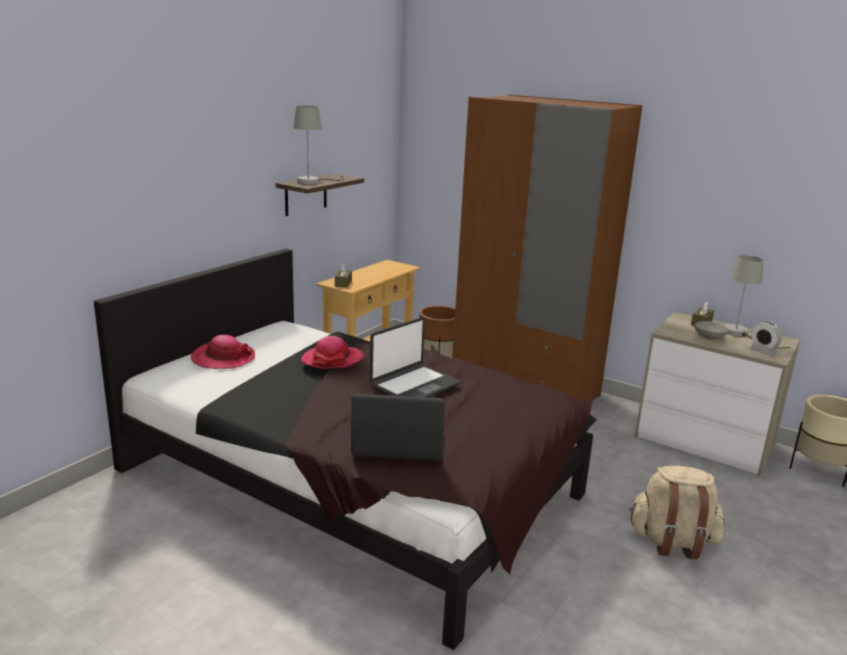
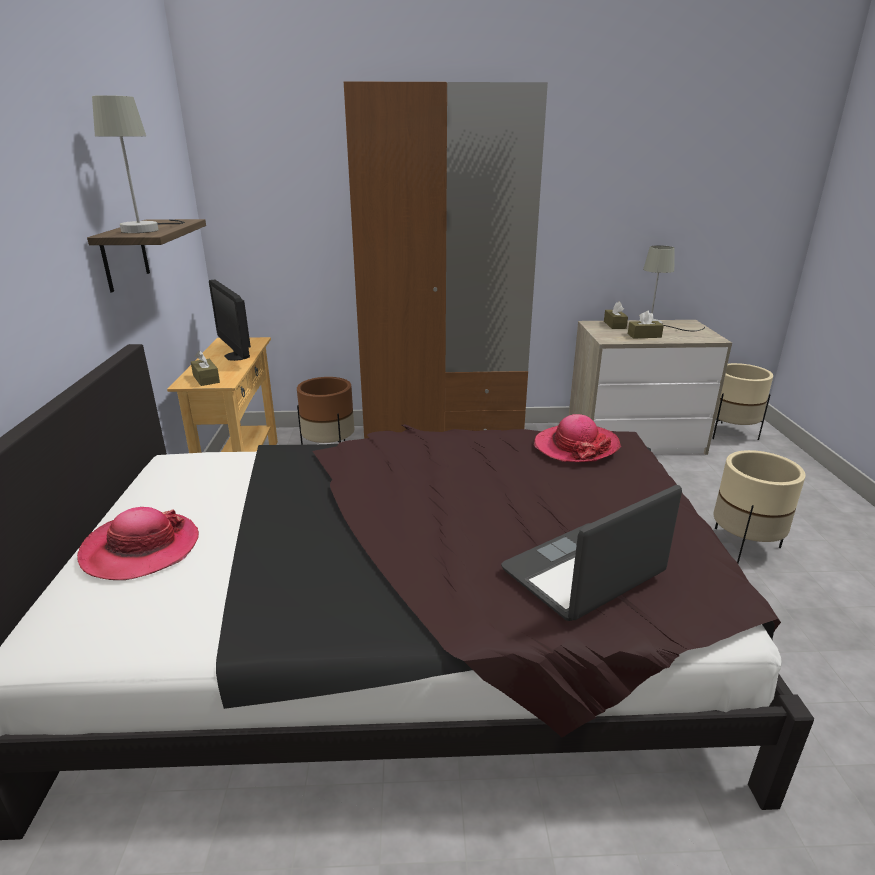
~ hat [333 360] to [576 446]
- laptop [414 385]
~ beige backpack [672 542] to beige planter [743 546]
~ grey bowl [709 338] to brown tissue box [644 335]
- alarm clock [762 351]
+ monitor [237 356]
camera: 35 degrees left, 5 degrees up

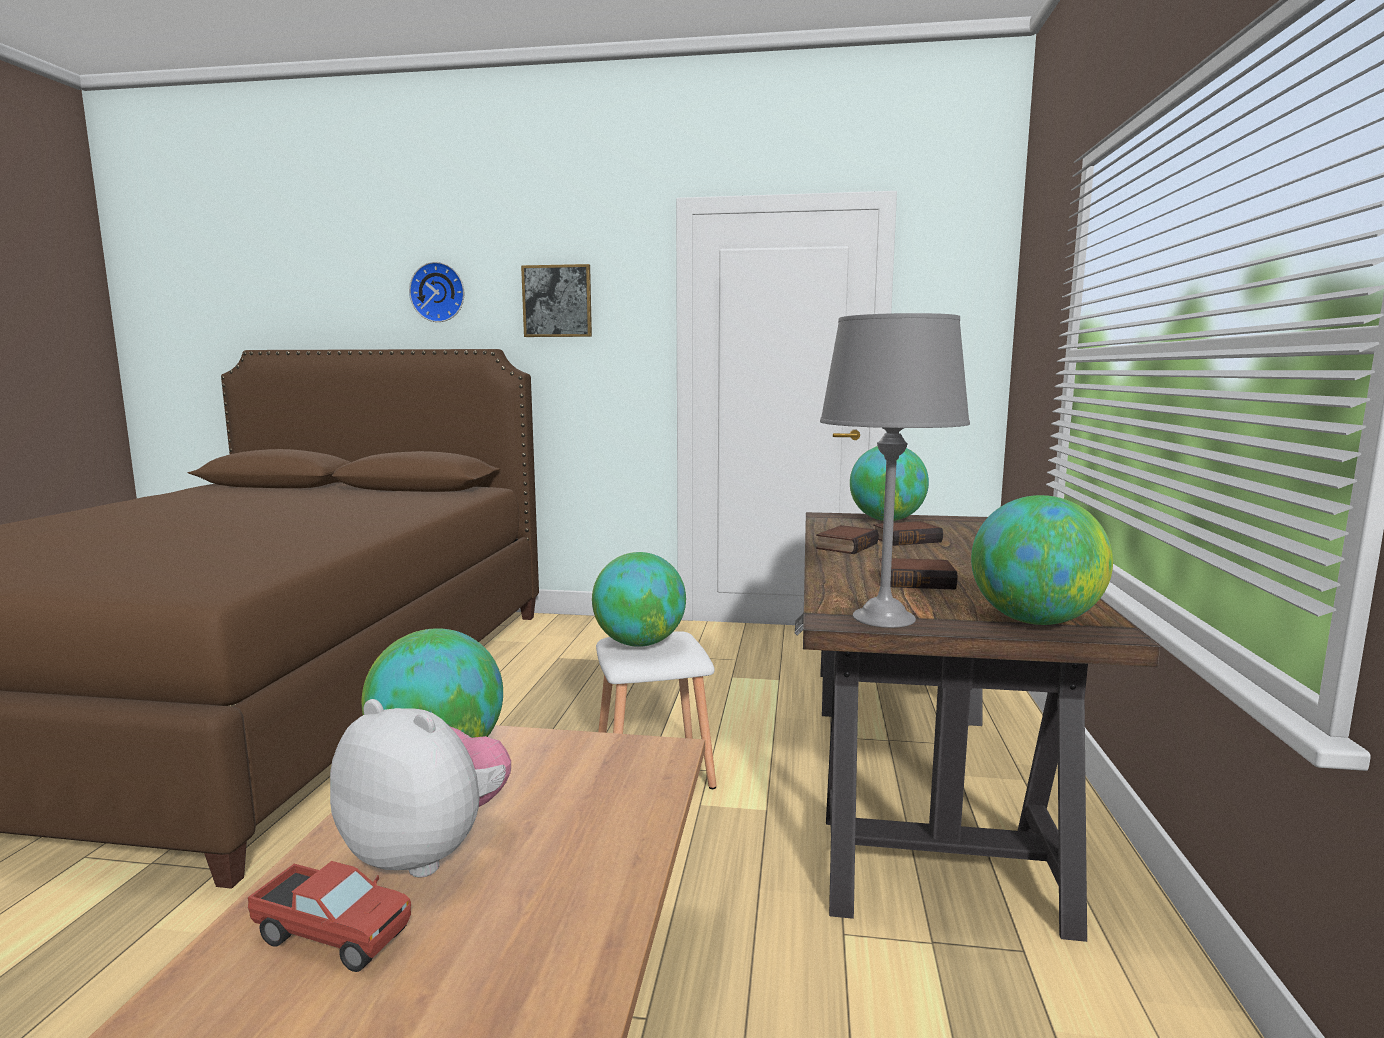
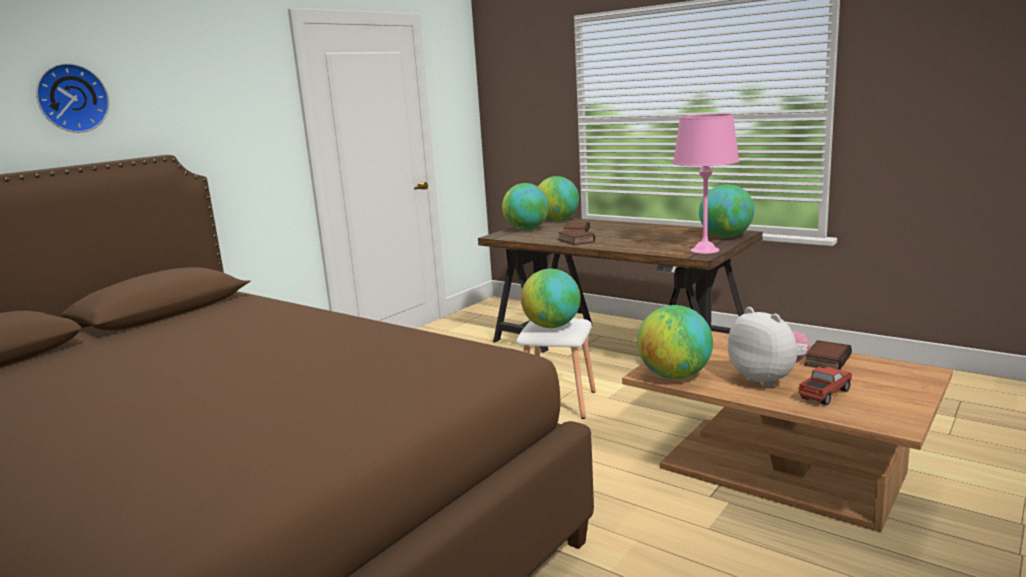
~ plush toy [428 851] = [767 379] 90 degrees clockwise
- picture [557 301]
~ grey table lamp [884 618] to pink table lamp [705 250]
~ book [917 581] to [826 360]
+ globe [557 220]
camera: 60 degrees left, 5 degrees up

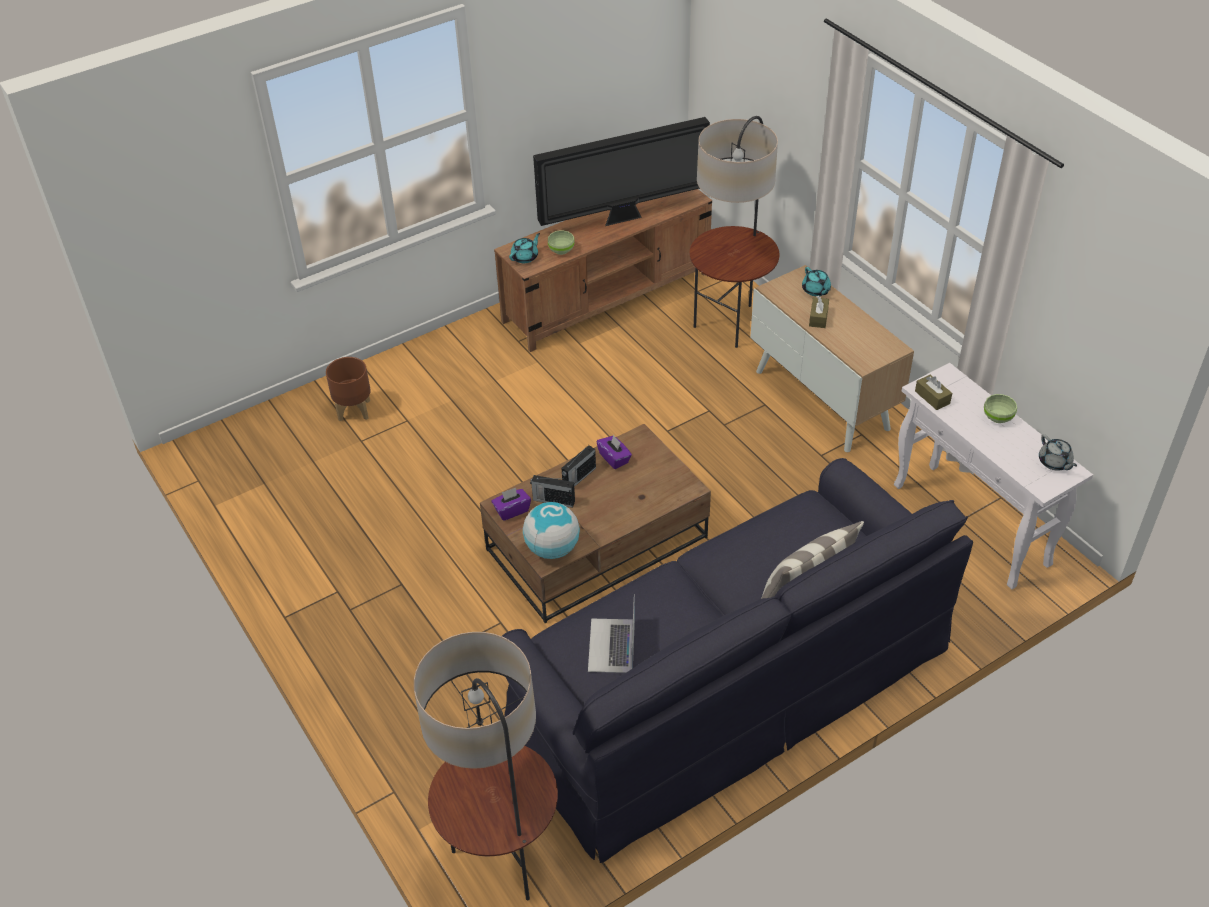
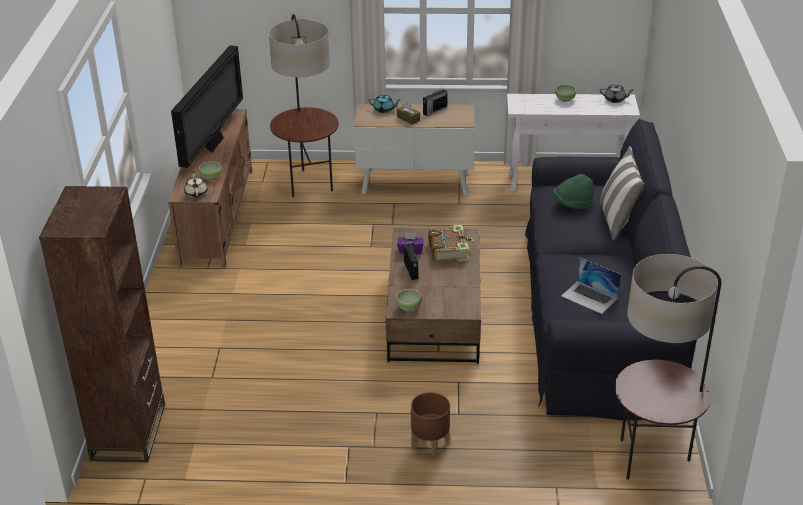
~ brown planter [354 410] to [429 444]
~ purple tissue box [512 510] to green bowl [409 307]
~ turquoise teapot [525 257] to beige teapot [196 193]
- globe [552 549]
~ radio [553 500] to [434 111]
- brown tissue box [932 397]
+ brown bookcase [129 432]
+ book [449 250]
+ green hat [573 204]
camera: 55 degrees left, 10 degrees down

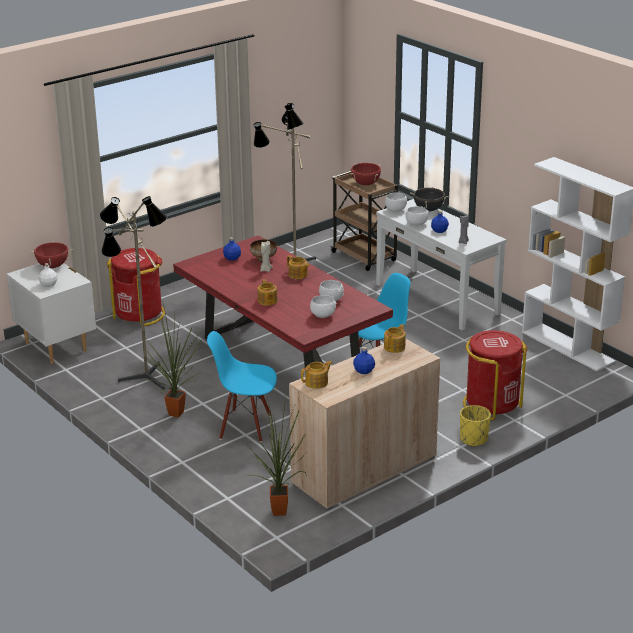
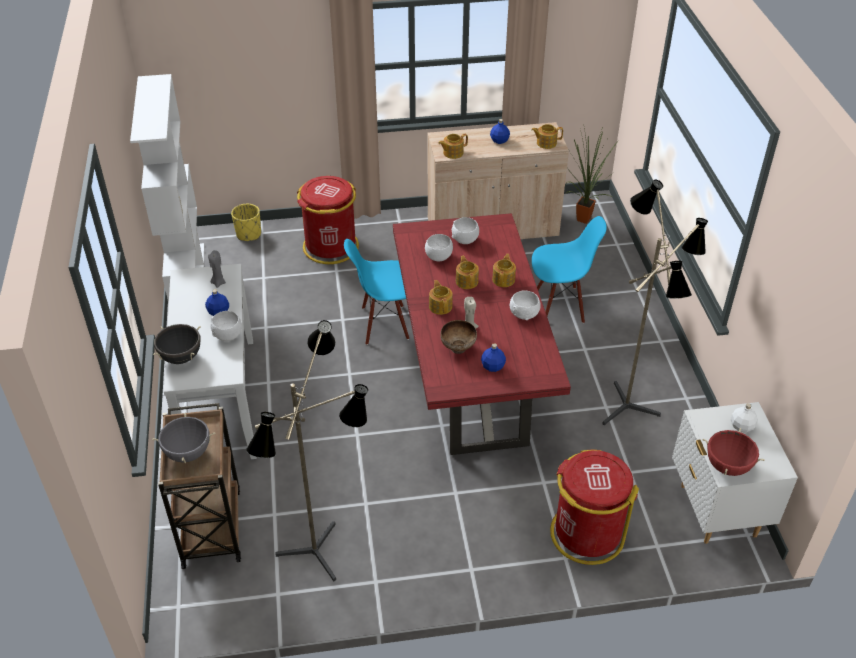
- potted plant [178 412]
~ blue chair [245 426] = [560 305] 45 degrees counterclockwise
~ red cooking pot [365 184] to grey cooking pot [188 453]
~ white bowl [395 210] to [524 314]
~ yellow planter [473 439] to [249 234]
+ teapot [467 281]
camera: 150 degrees left, 15 degrees up

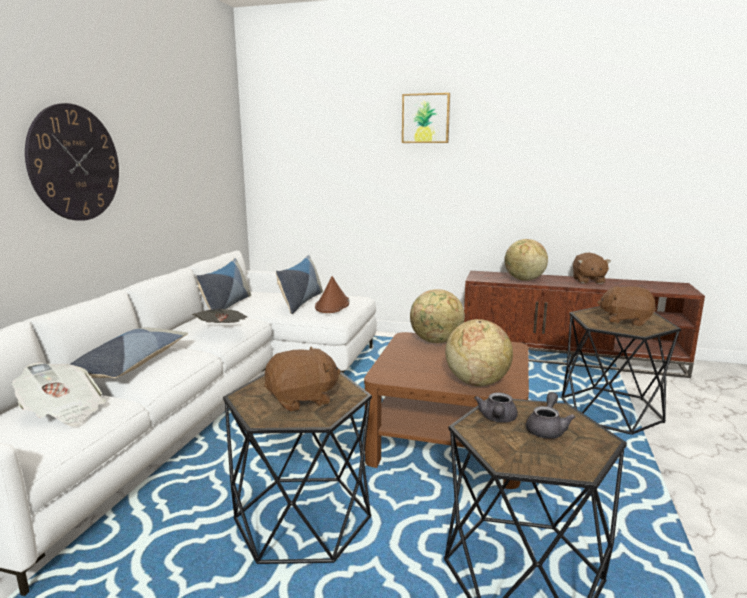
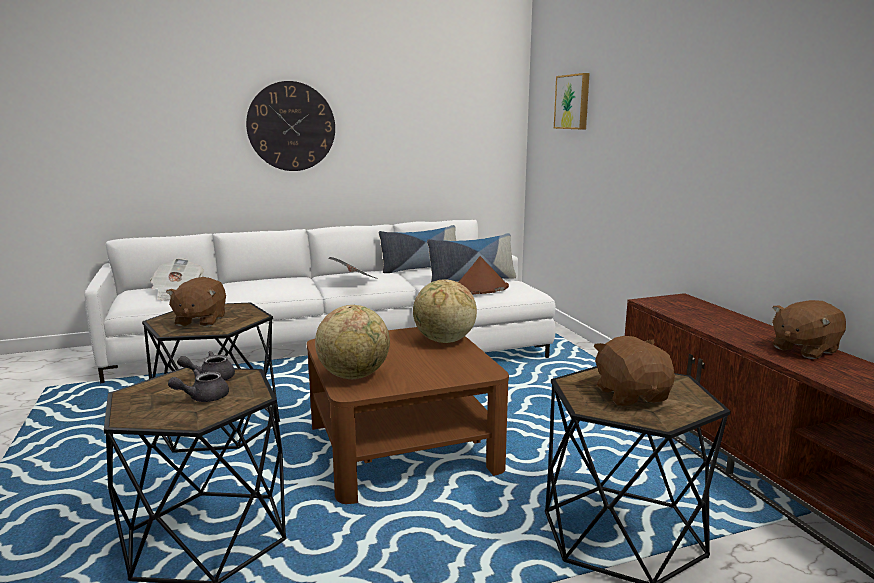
- pillow [130 364]
~ brown plush toy [302 399] = [200 321] 60 degrees clockwise
~ picture [426 118] to [573 102]
- globe [524 280]
~ grey teapot [547 429] = [203 398] 150 degrees clockwise
camera: 55 degrees right, 0 degrees up

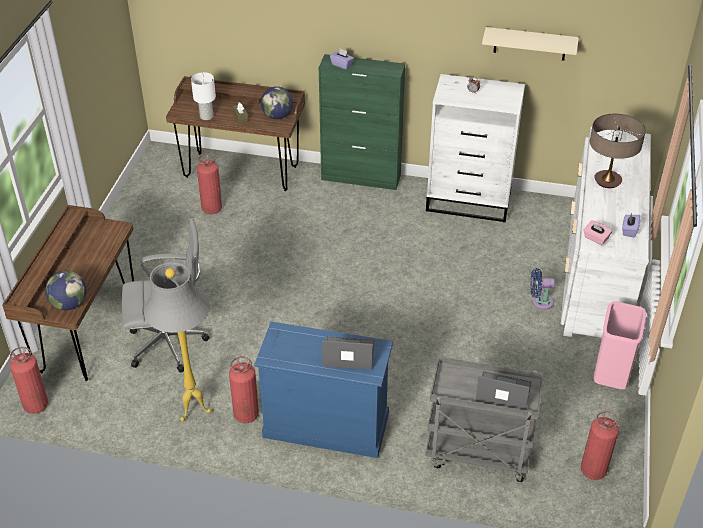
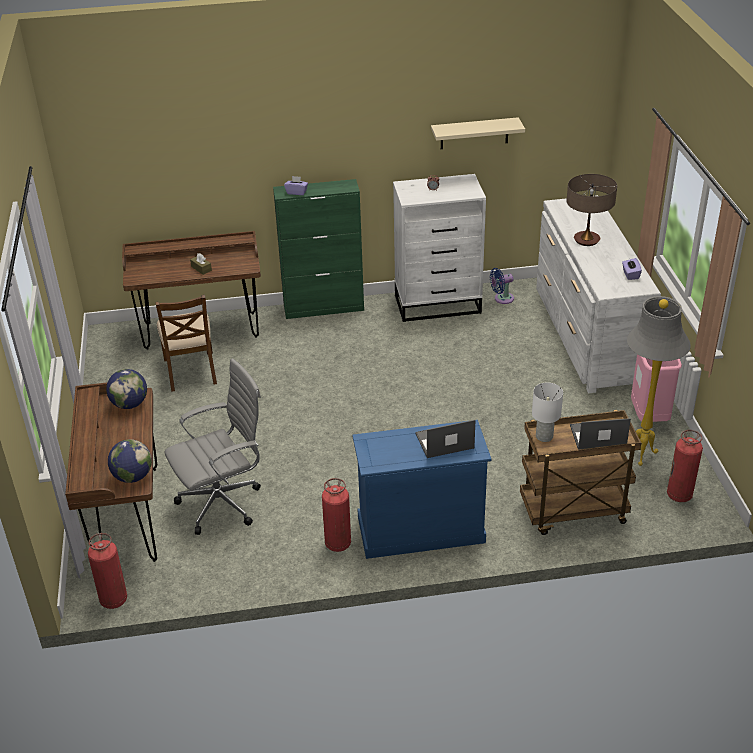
~ grey floor lamp [192 410] to [640 455]
~ white table lamp [207 116] to [544 436]
~ fire extinguisher [212 209] to brown chair [191 371]
~ globe [277 116] to [130 404]
~ grey cart [477 454] to brown cart [572 512]
~ blue fan [540 301] to [502 299]
- pink tissue box [595 238]
camera: 20 degrees left, 5 degrees down

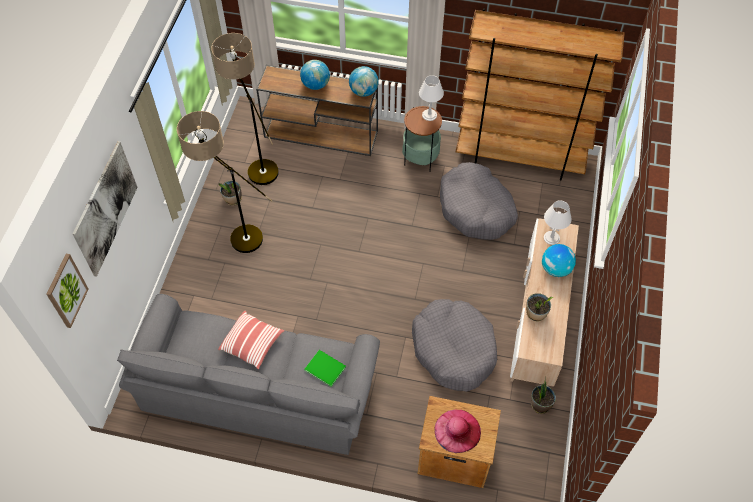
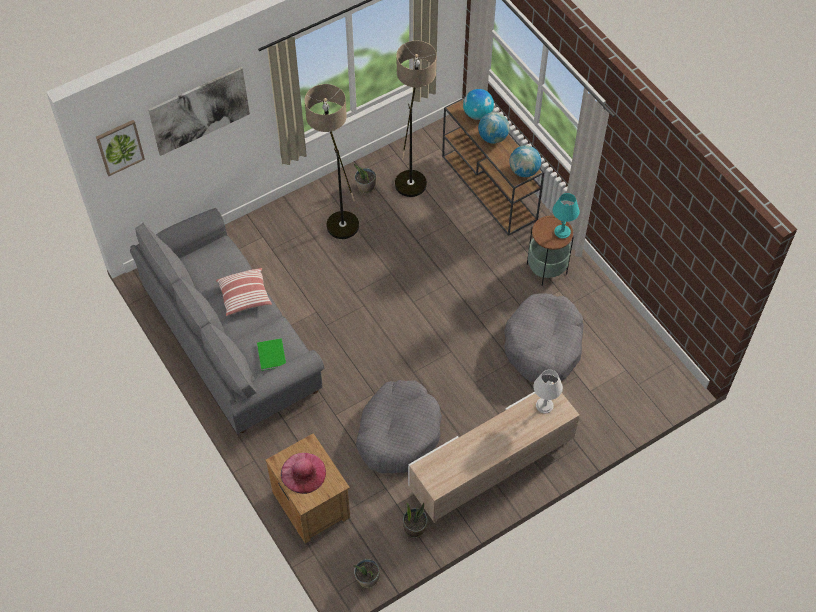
~ white table lamp [429 115] to turquoise table lamp [562 231]
- brown bookcase [520 159]
~ potted plant [536 314] to [367 579]
~ globe [556 269] to [477 114]
camera: 45 degrees right, 0 degrees up

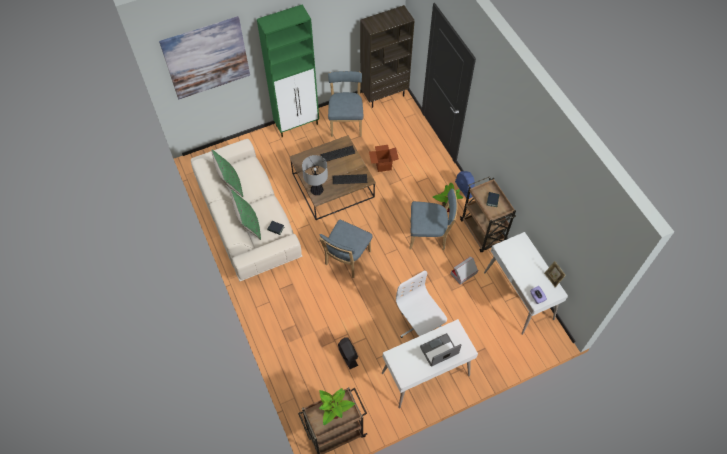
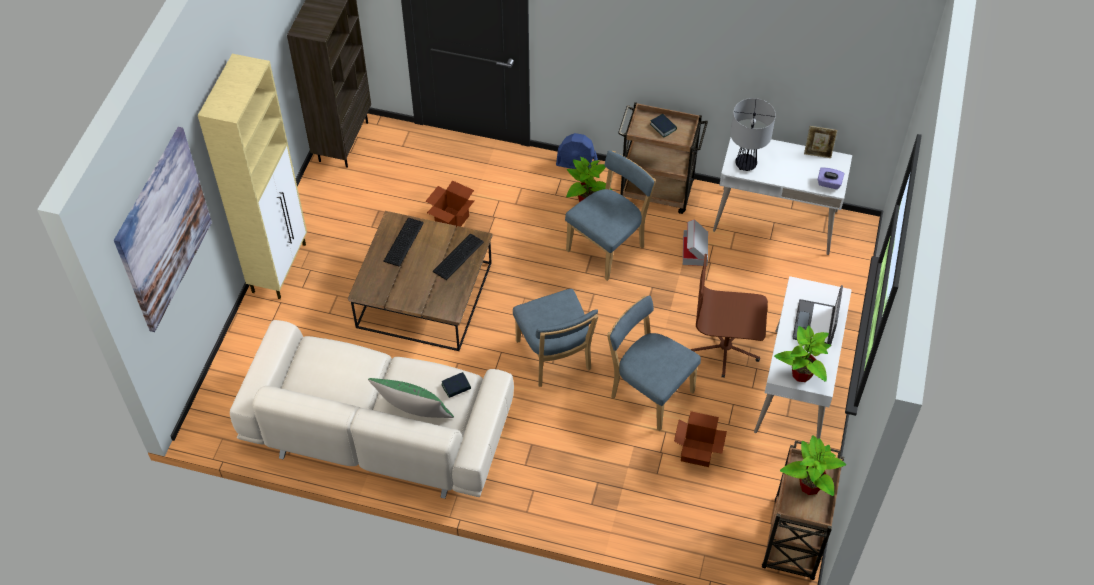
- green pillow [230 183]
~ green cabinet [297 125] to beige cabinet [280 267]
~ table lamp [317 190] to [745 164]
~ blue chair [346 122] to [649 392]
~ black fan [348 355] to cardboard box [697 452]
~ white office chair [419 326] to brown office chair [725 348]
+ potted plant [801 374]
camera: 50 degrees left, 5 degrees down

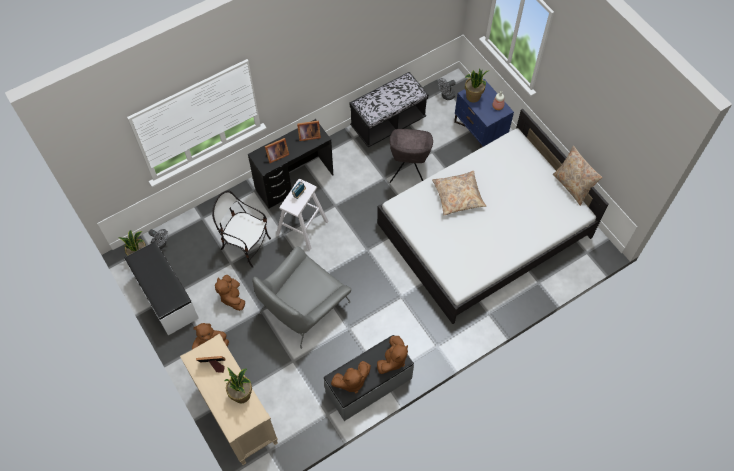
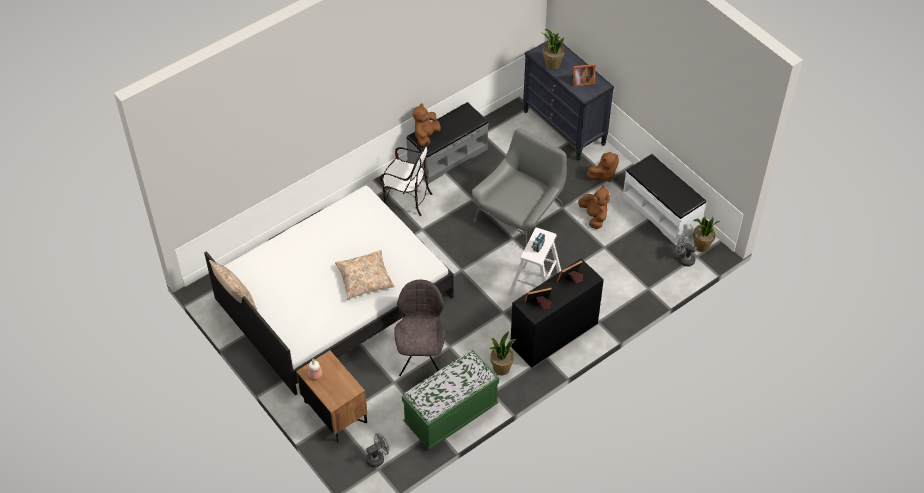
~ beige dresser [237 415] to black dresser [564 128]
~ chair [246 245] to [406 199]
- brown plush toy [351 382]
~ black bench [388 123] to green bench [451 415]
~ blue nightstand [480 131] to brown nightstand [334 412]
~ potted plant [473 97] to [501 368]
camera: 175 degrees right, 10 degrees down

